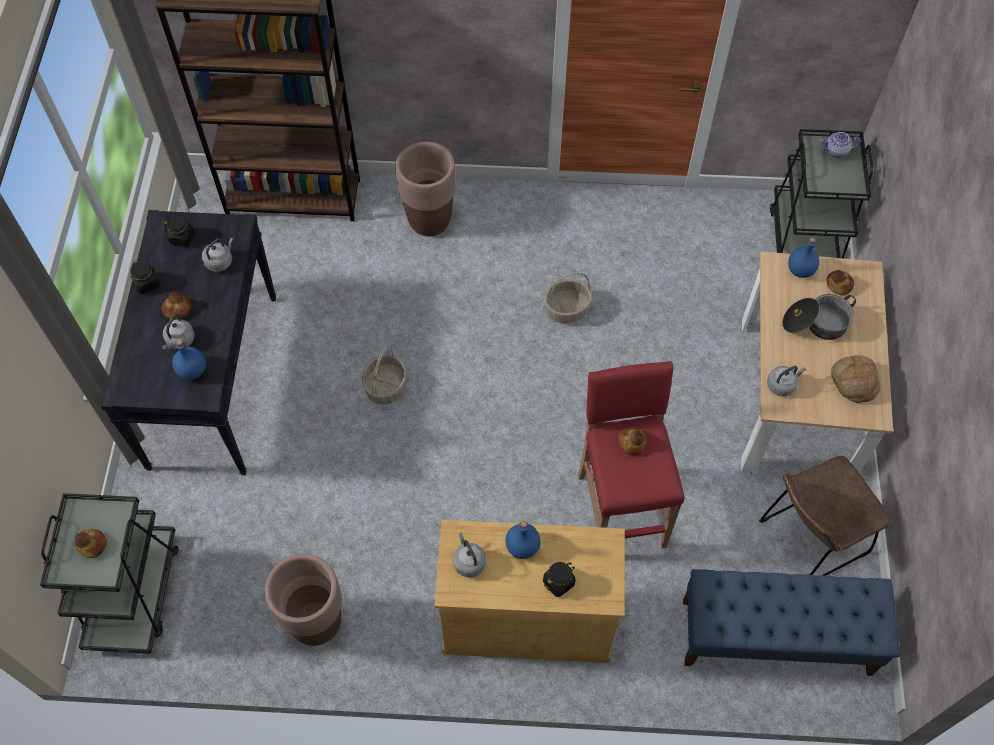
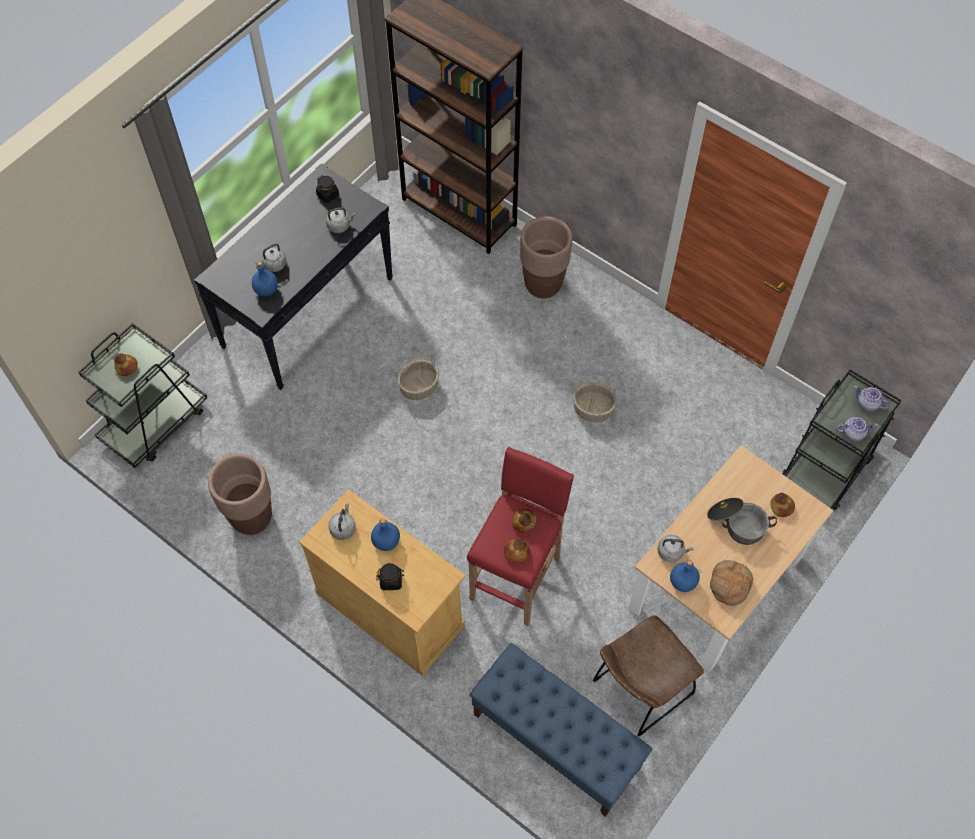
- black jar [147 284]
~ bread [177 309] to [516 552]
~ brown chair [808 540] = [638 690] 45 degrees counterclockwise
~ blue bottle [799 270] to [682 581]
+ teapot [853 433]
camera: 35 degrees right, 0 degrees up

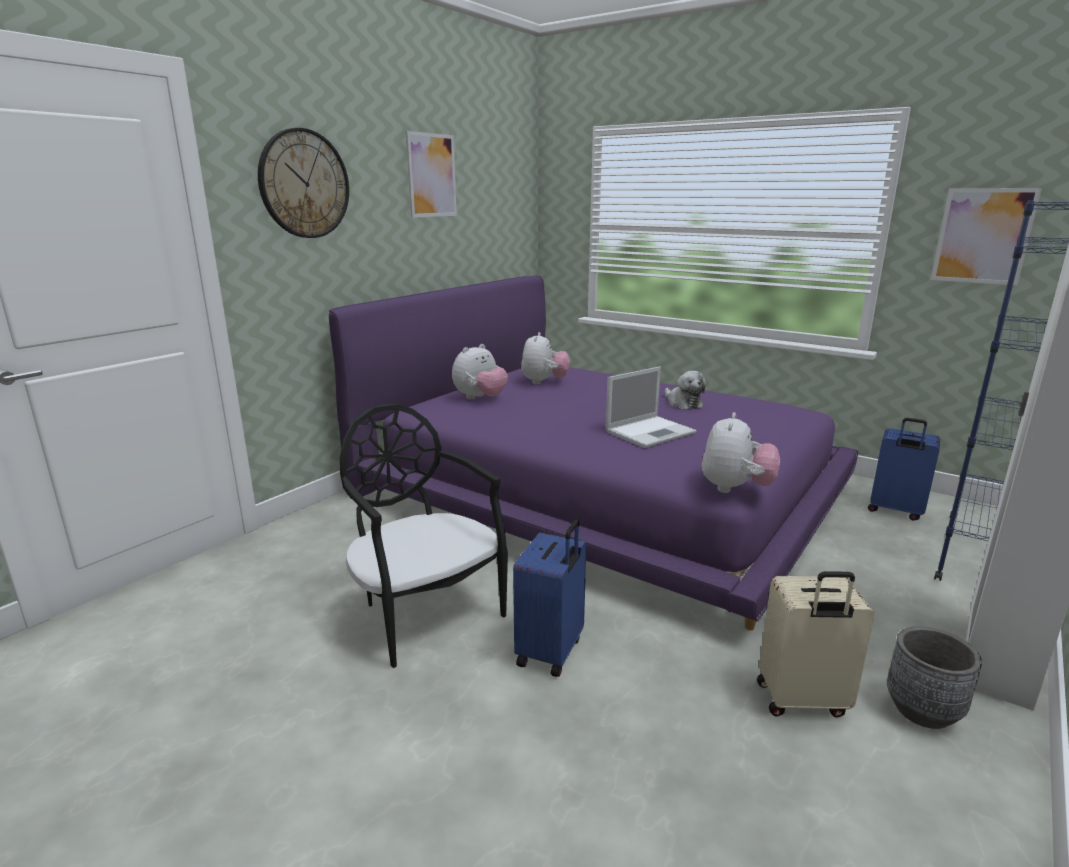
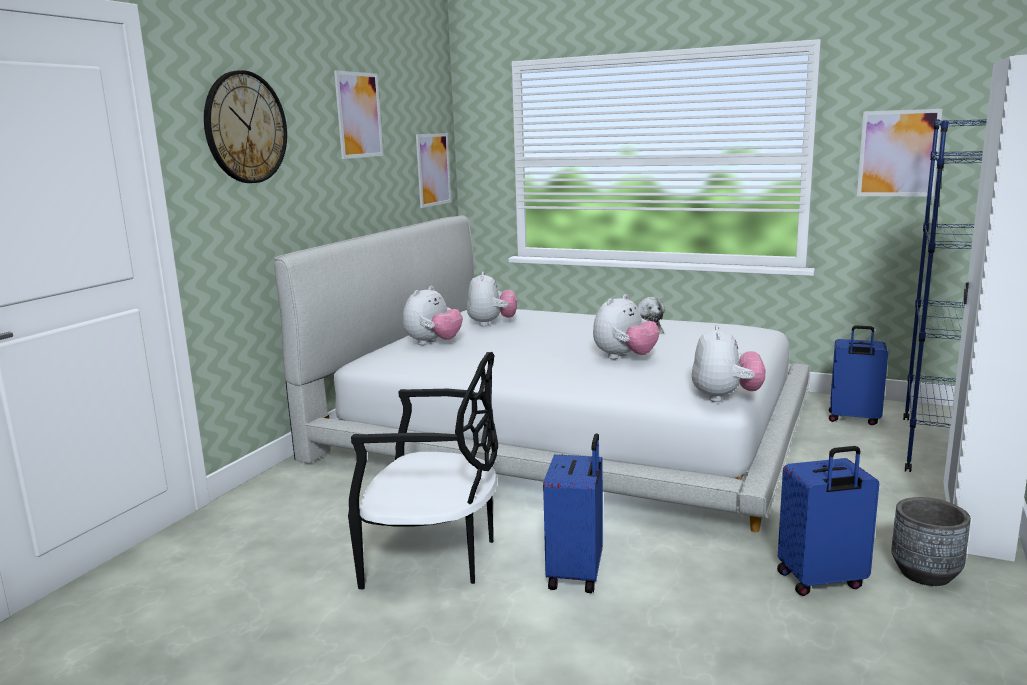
~ purple bed [599 490] to white bed [564 429]
~ black chair [425 613] = [435 558] 150 degrees clockwise
~ laptop [651 432] to plush toy [624 358]
~ beige suitcase [802 701] to blue suitcase [821 581]
+ picture [433 169]
camera: 10 degrees left, 5 degrees down

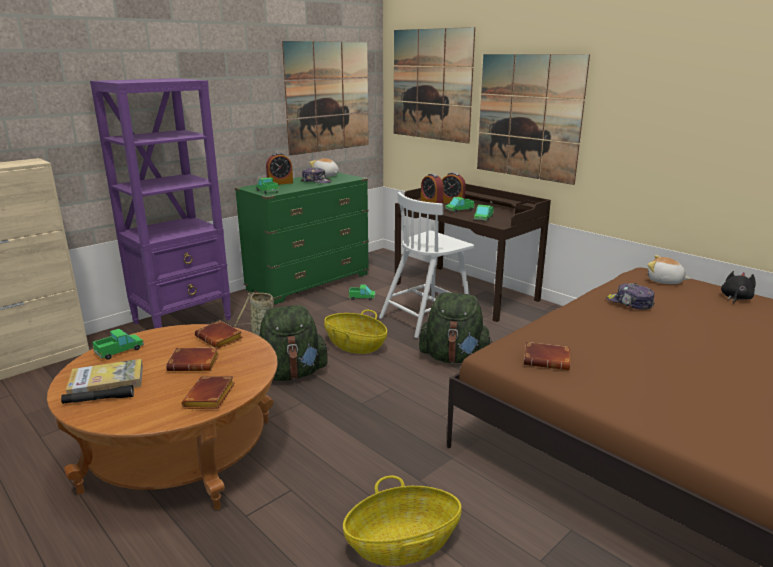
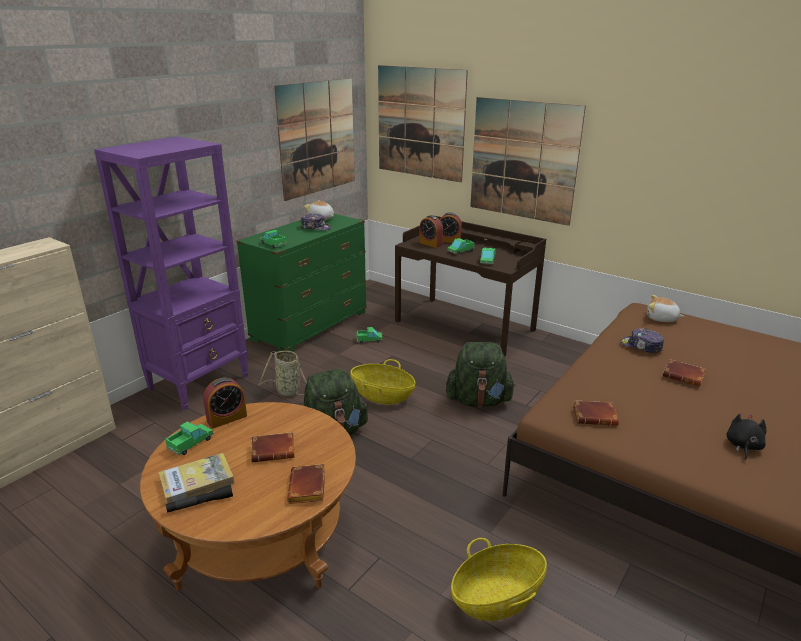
~ brown book [221 338] to [684 376]
~ alarm clock [280 183] to [227 418]
- white chair [427 317]
~ black plush toy [735 298] to [743 446]
camera: 10 degrees left, 5 degrees up

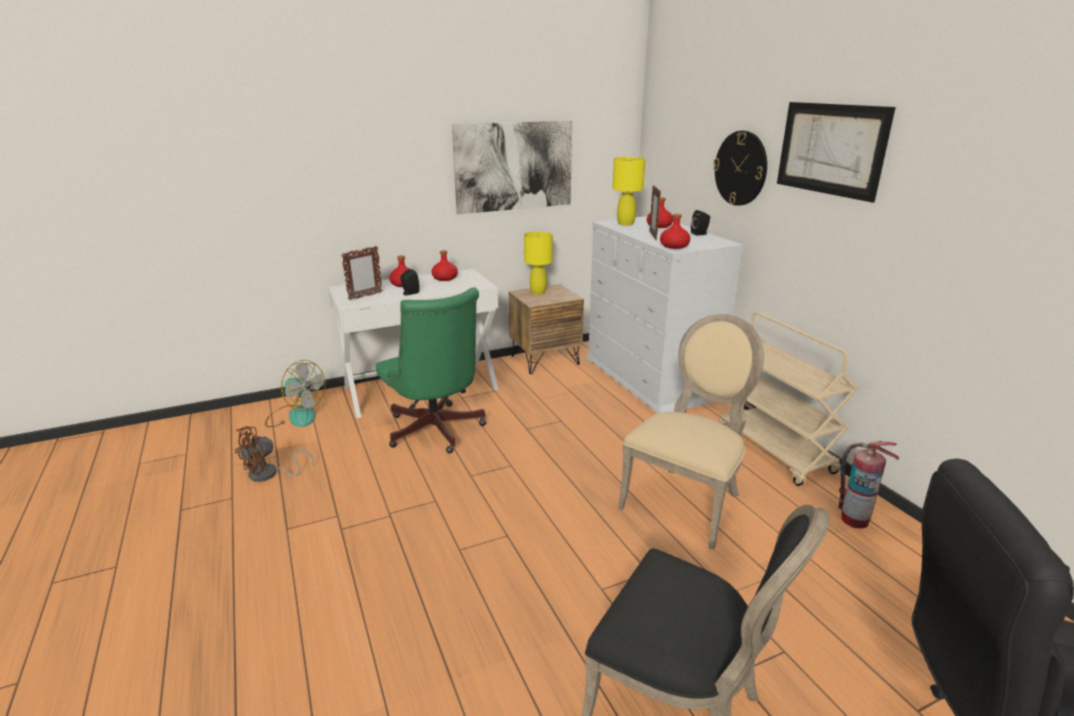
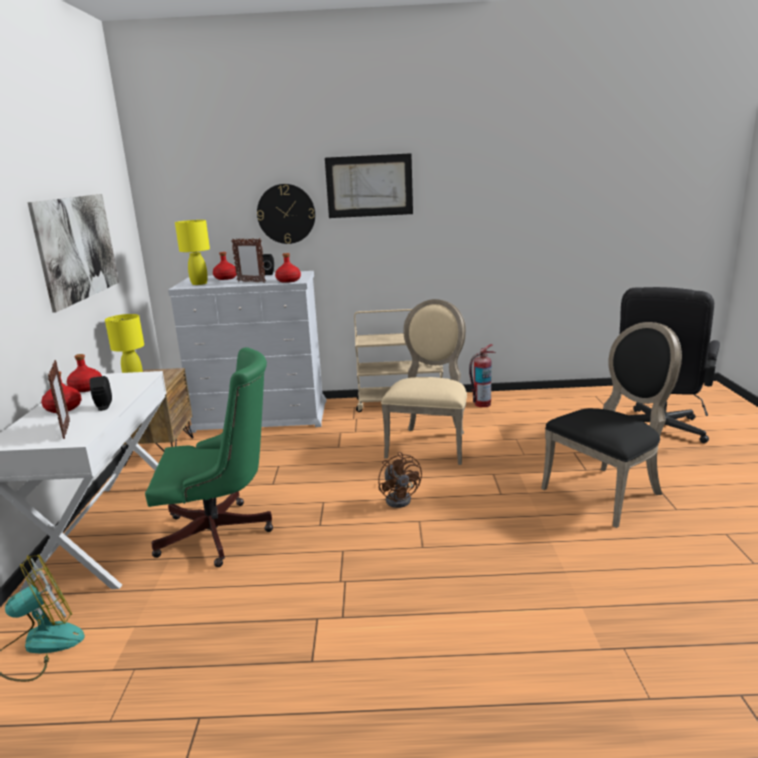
~ brown fan [269 474] to [400 498]
~ beige chair [686 501] = [430 443] 45 degrees clockwise
camera: 65 degrees left, 5 degrees down

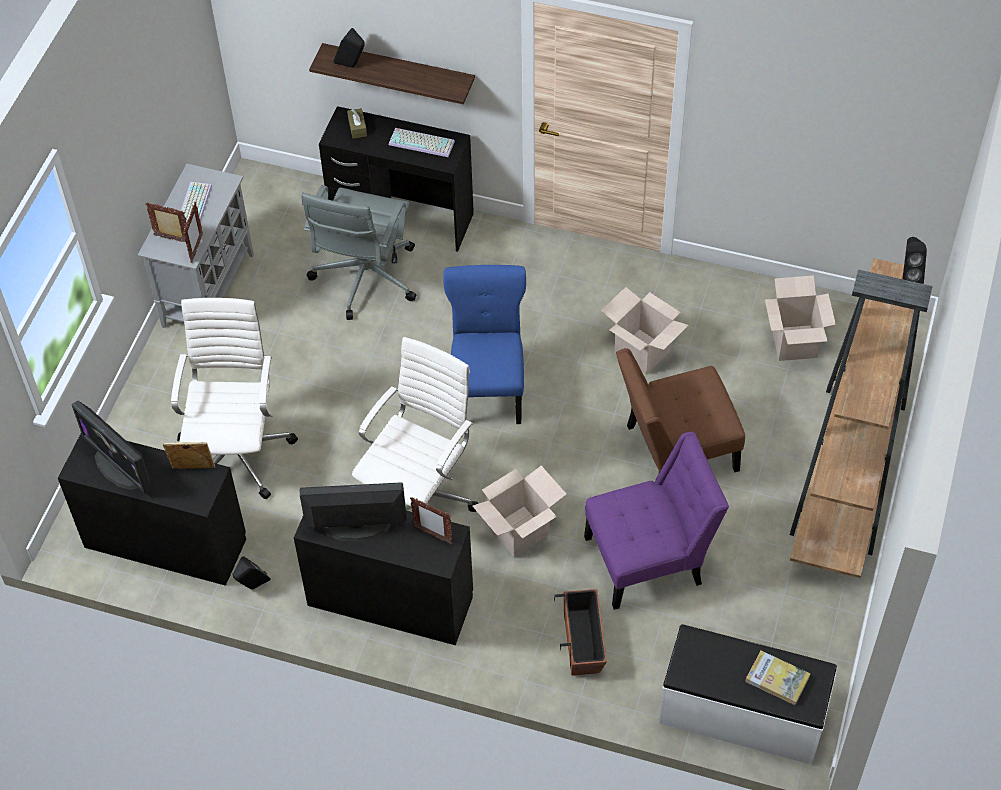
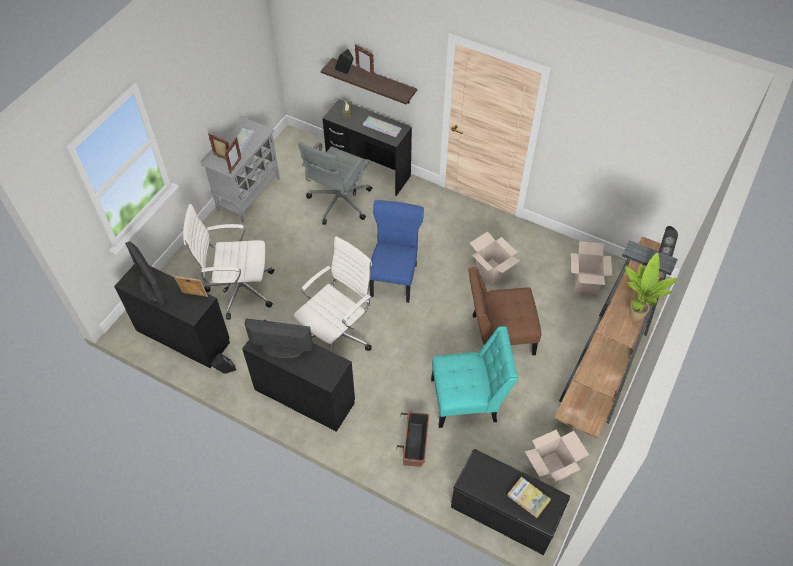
~ white office chair [237 451] = [239 289] 105 degrees counterclockwise
~ picture frame [433 535] to [365 73]
~ cardboard box [519 531] to [550 469]
~ purple chair [650 558] to turquoise chair [468 399]
~ white bench [742 714] to black bench [505 512]
+ potted plant [633 315]
camera: 10 degrees right, 0 degrees up

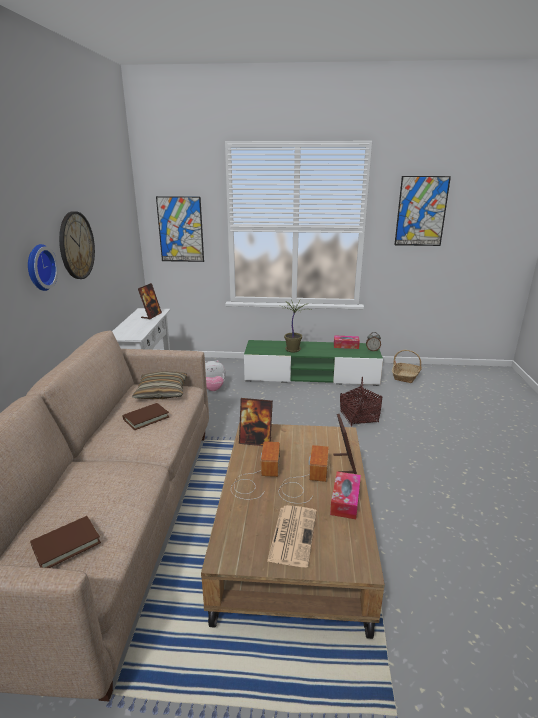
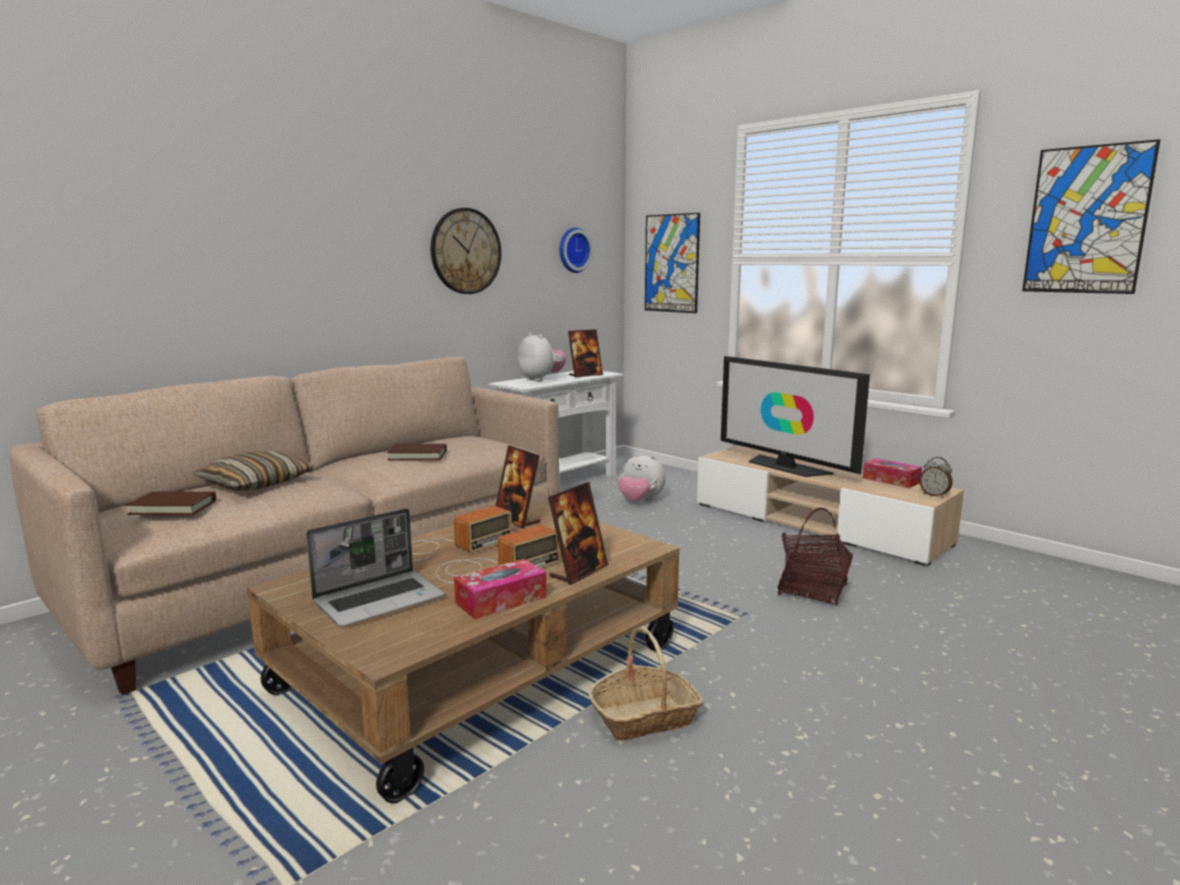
~ wall clock [39 267] to [572 250]
~ pillow [162 392] to [256 484]
~ green tv stand [311 375] to beige tv stand [816 523]
~ newspaper [292 534] to laptop [380 600]
~ potted plant [293 349] to television [785 467]
~ basket [406 376] to [645 717]
+ plush toy [541 379]
camera: 40 degrees right, 10 degrees down

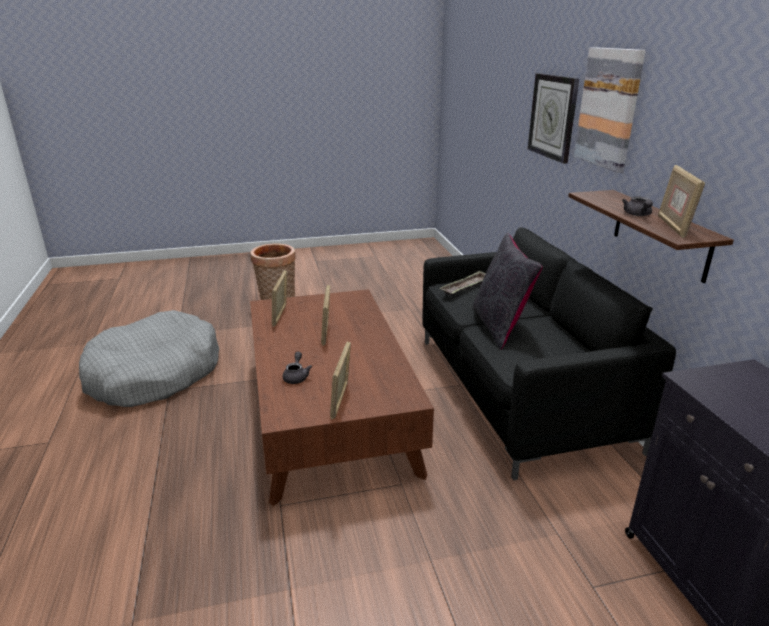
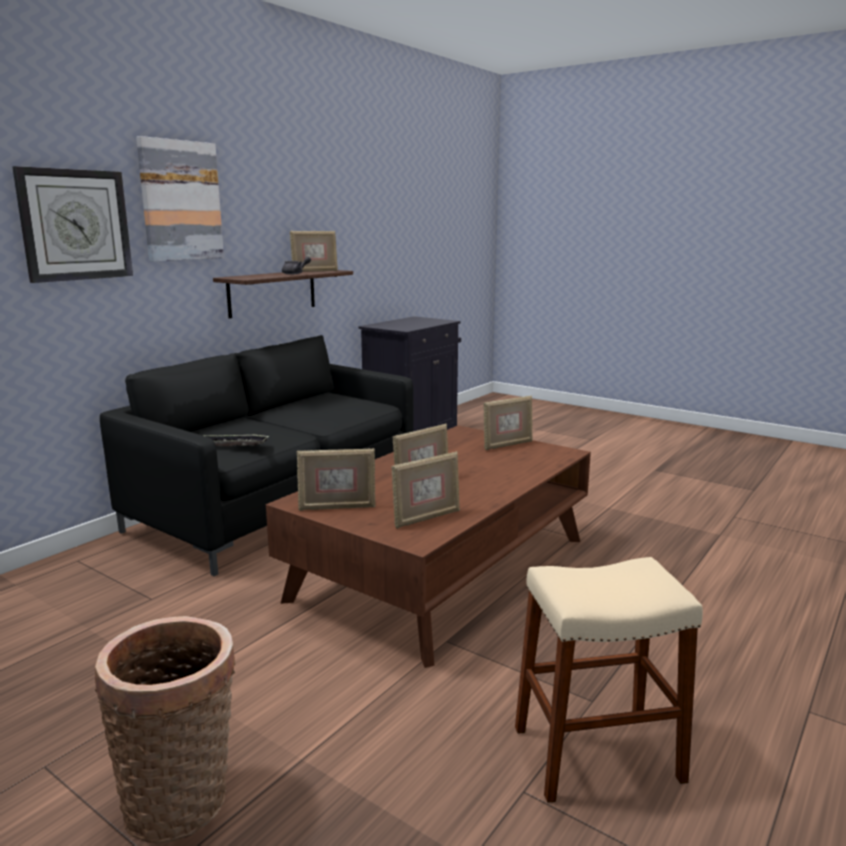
~ grey dog bed [154 374] to beige stool [597 754]
- grey teapot [296 376]
- black pillow [500 326]
+ picture frame [337 507]
camera: 130 degrees left, 10 degrees down

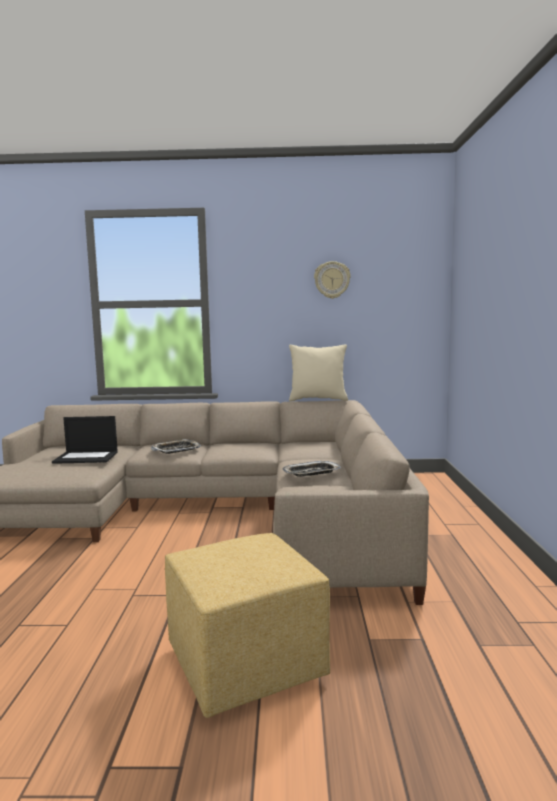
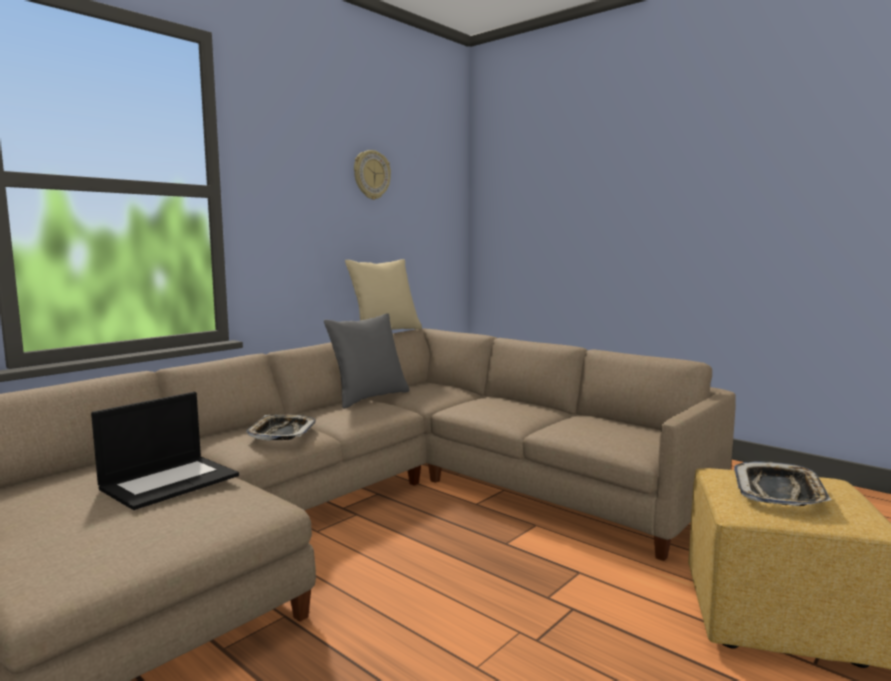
~ tray [311 473] to [779 492]
+ grey pillow [369 398]
camera: 50 degrees left, 0 degrees up

